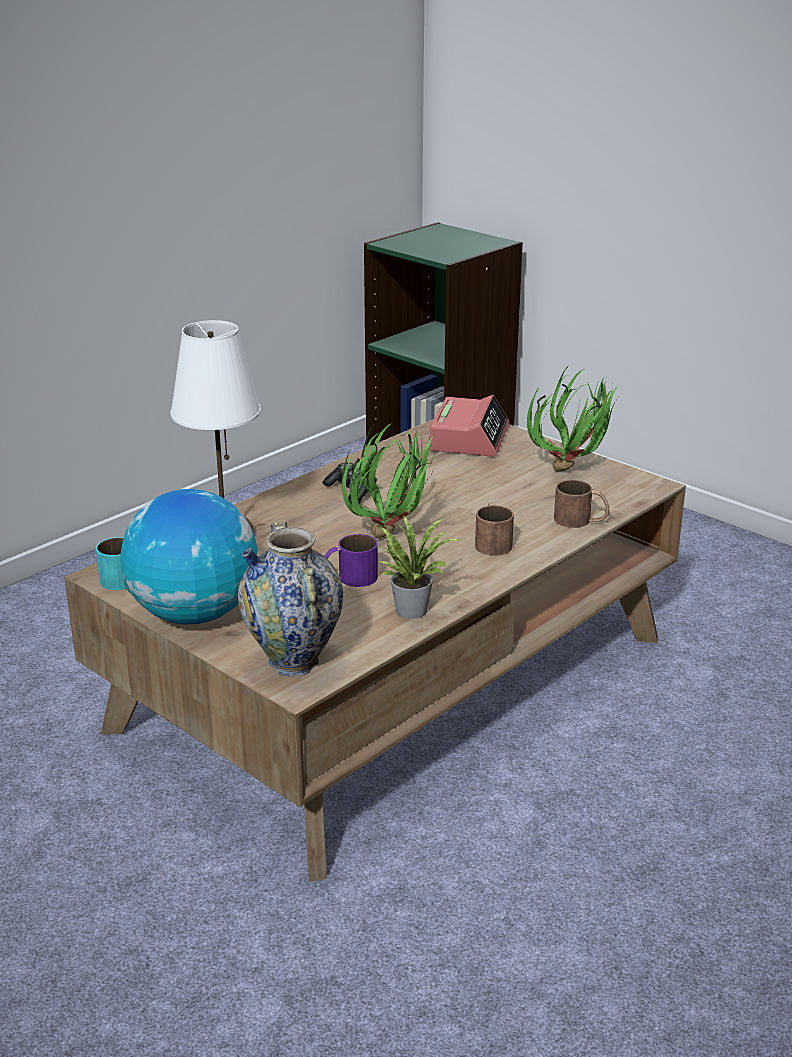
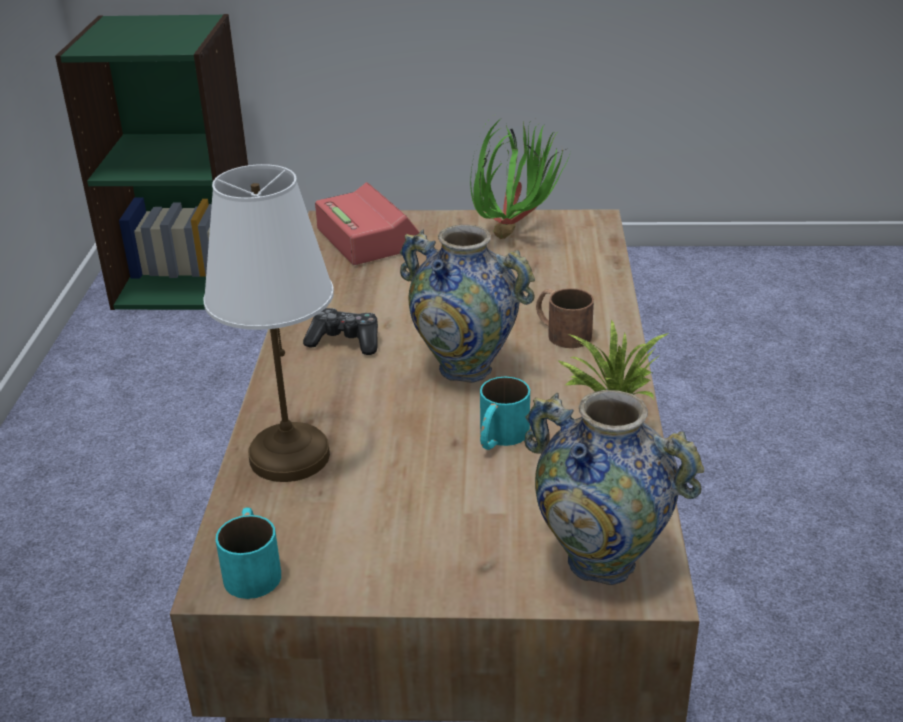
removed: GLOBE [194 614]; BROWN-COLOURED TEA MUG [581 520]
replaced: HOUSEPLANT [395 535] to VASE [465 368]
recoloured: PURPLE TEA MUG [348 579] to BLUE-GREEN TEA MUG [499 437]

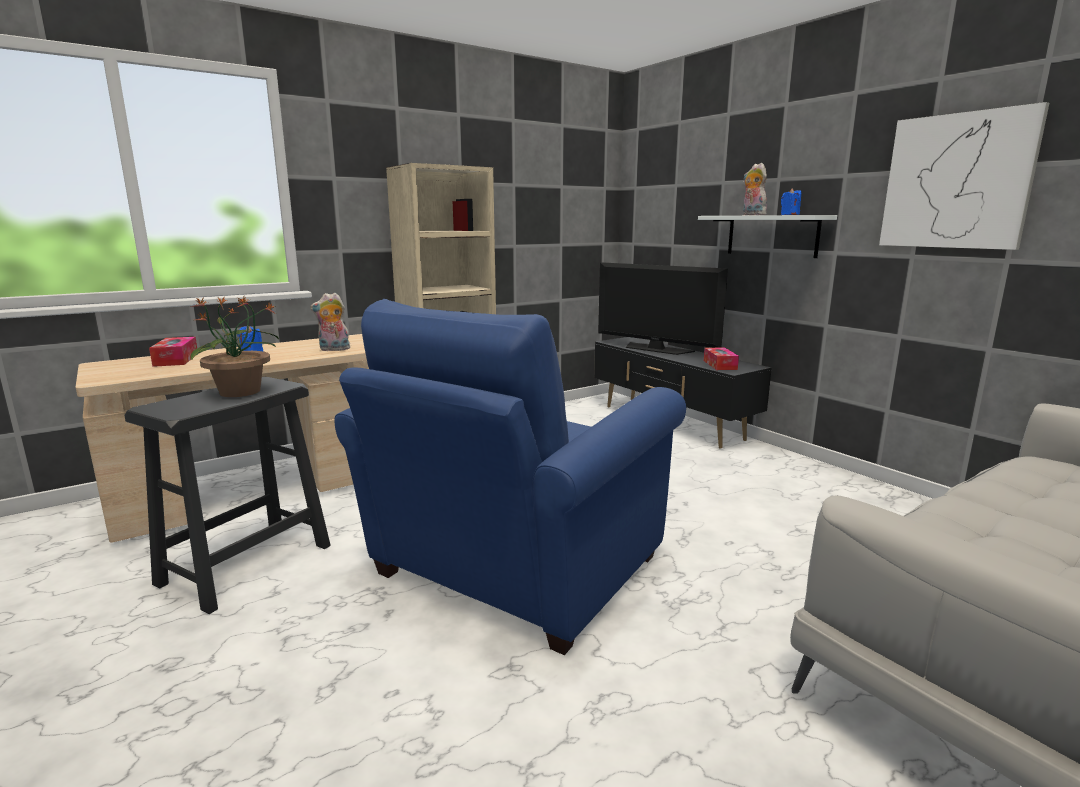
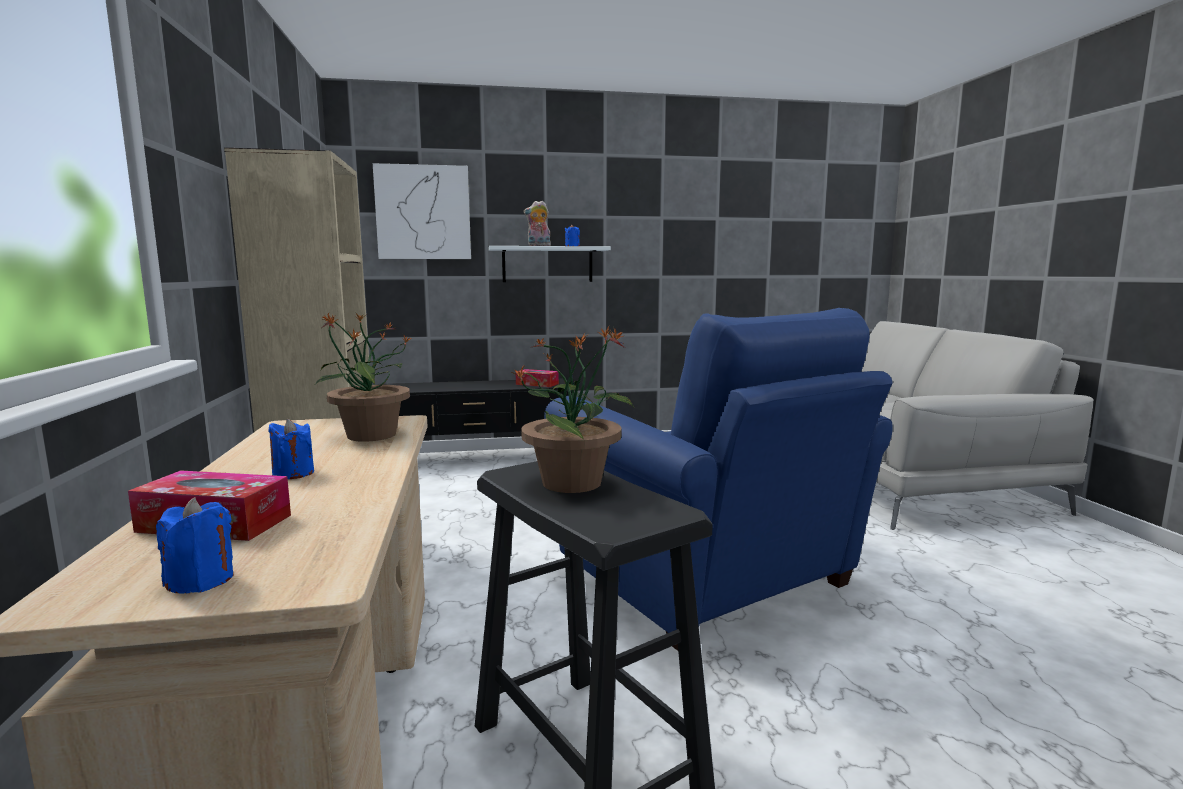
removed: TV [656 349]
added: BLUE-COLOURED CANDLE [200 580]
moved: PICTURE [956 181] to [423 212]
replaced: PLUSH TOY [334 349] to HOUSEPLANT [370 435]

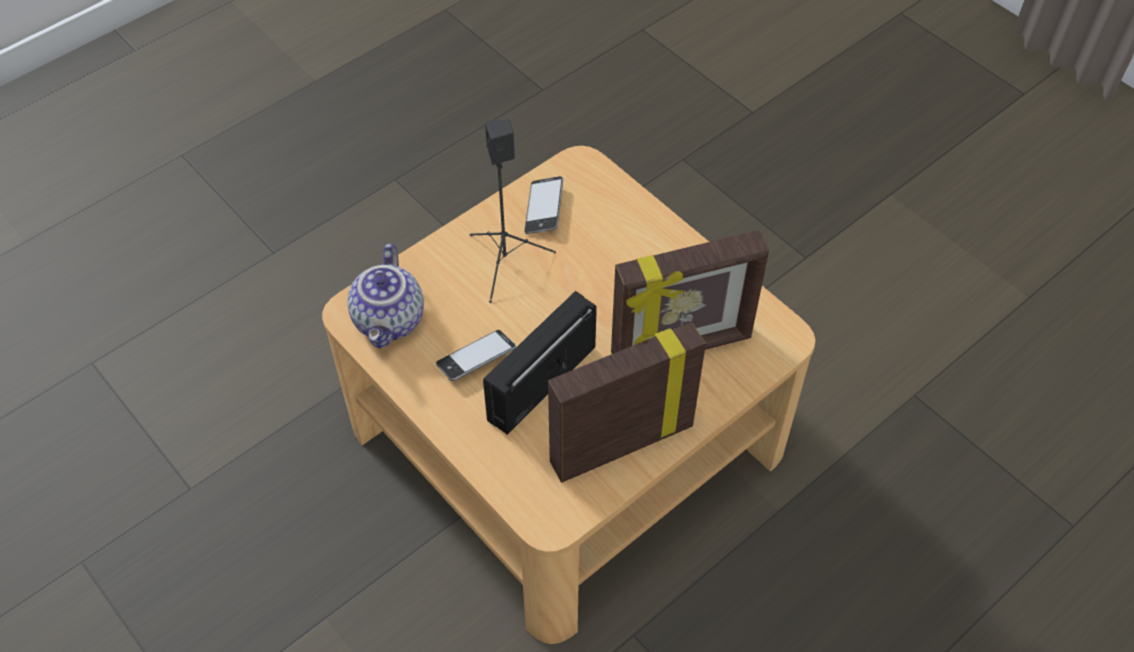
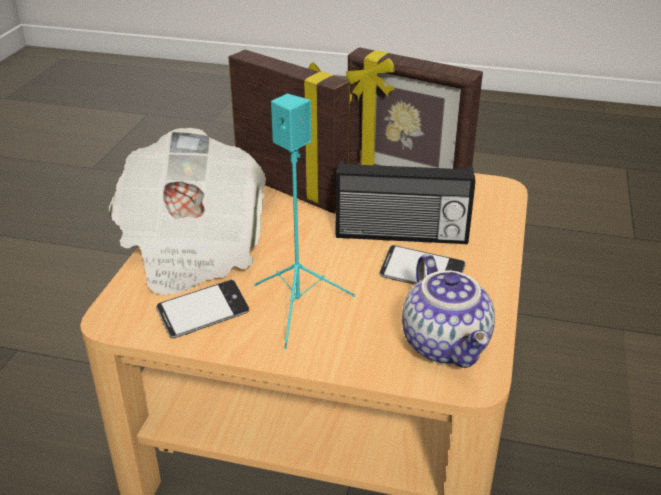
added: DAILY PAPER [191 246]
recoloured: BLACK SPEAKER [505 263] to BLUE-GREEN SPEAKER [299 307]
turned: POT FOR TEA [391 321] = [447 345] 105 degrees clockwise

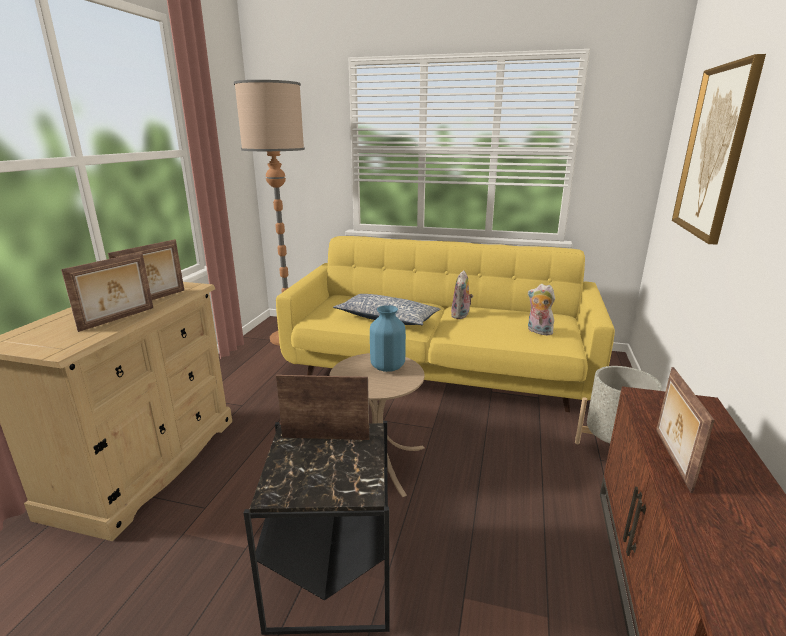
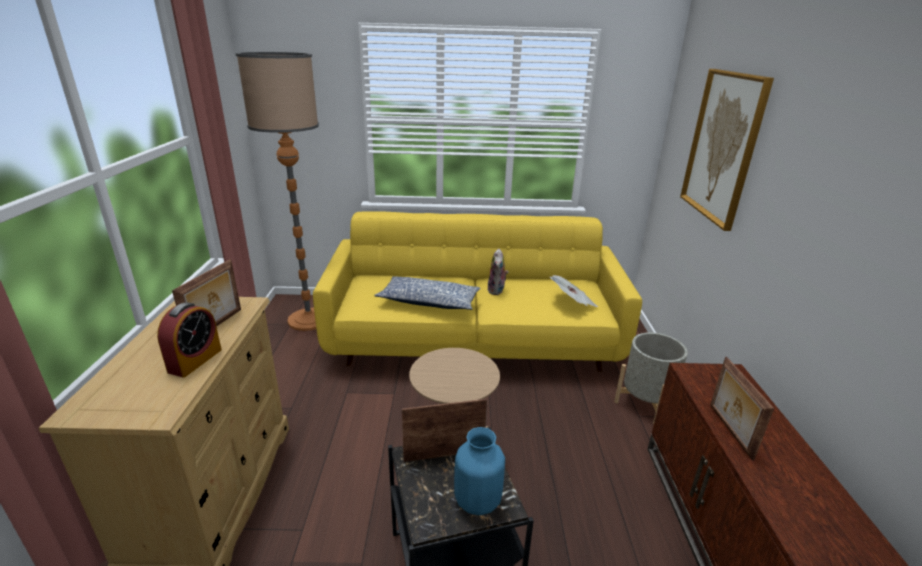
moved: BLUE-COLOURED VASE [387 367] to [477 501]
replaced: PICTURE FRAME [118 319] to TABLE CLOCK [195 360]; PLUSH TOY [538 331] to DAILY PAPER [572 303]

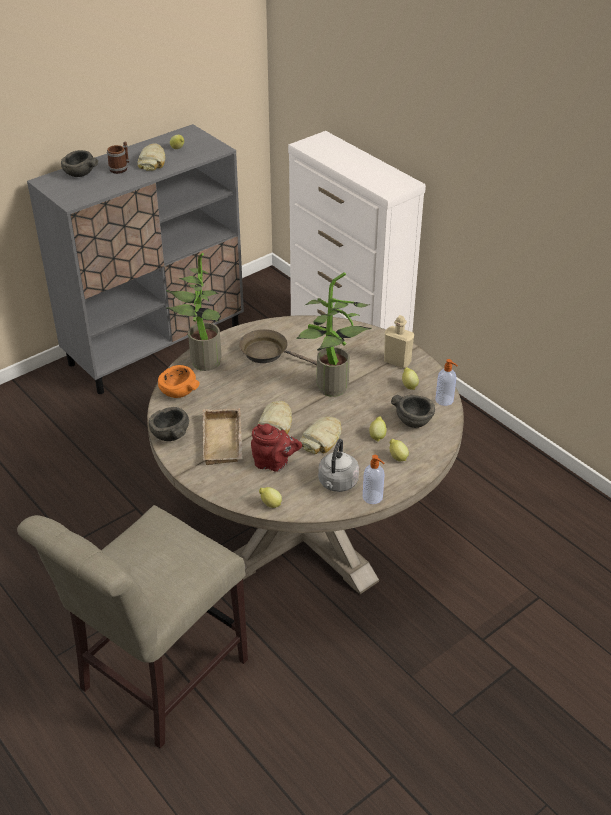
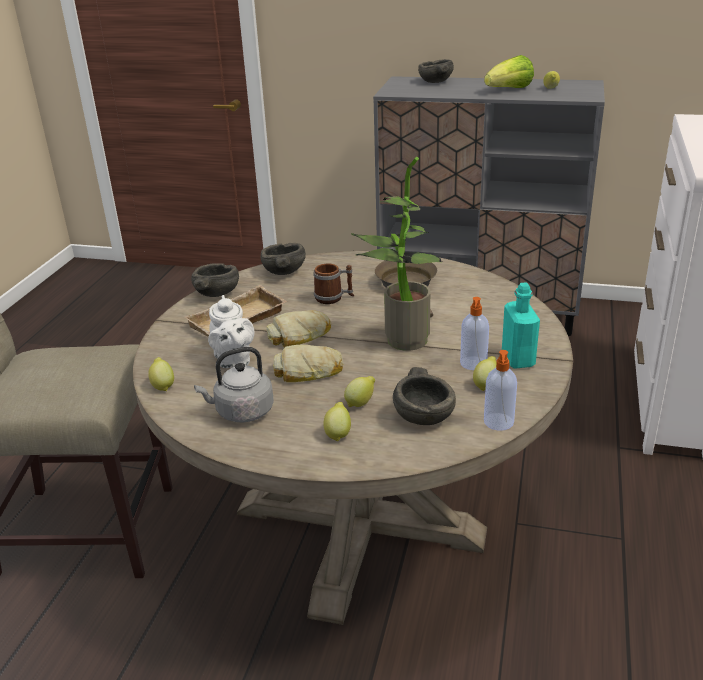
removed: HOUSEPLANT [201 362]
moved: TEA MUG [120 168] to [334 298]; SOAP DISPENSER [373 497] to [473 364]
replaced: BAKED BREAD [153 161] to LETTUCE [509 90]
recoloured: REDDISH POT FOR TEA [274 463] to WHITISH POT FOR TEA [233 360]; ORANGE-COLOURED SERVING BOWL [178 392] to GREYISH SERVING BOWL [283 271]; BEIGE BOTTLE [397 361] to BLUE-GREEN BOTTLE [518 359]

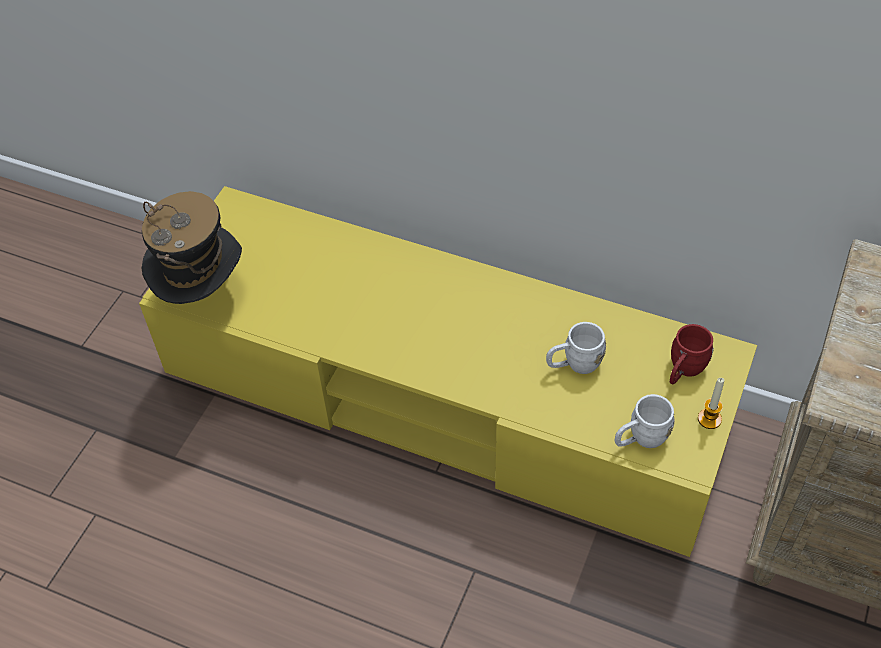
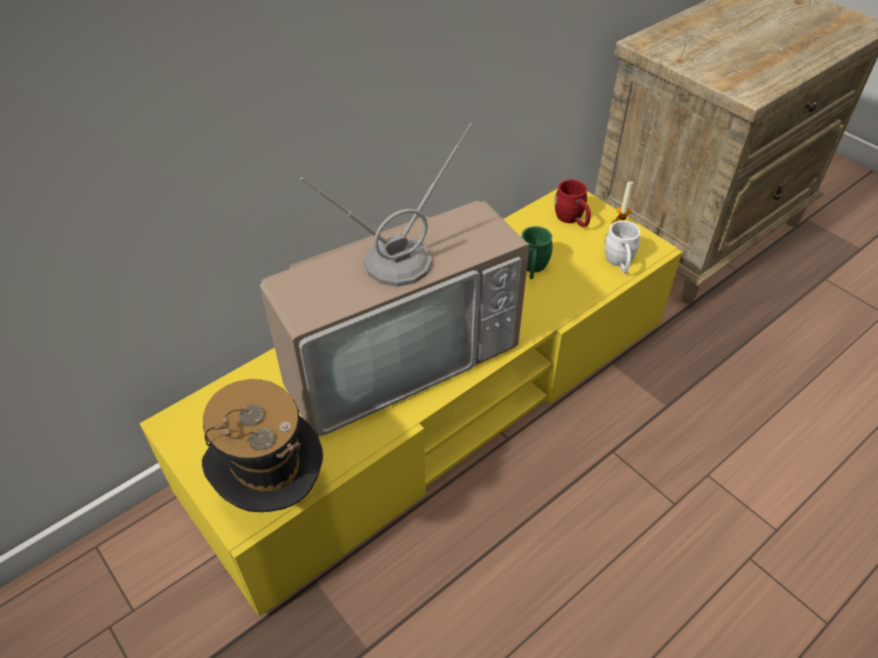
added: TV [397 353]
recoloured: WHITISH TEA MUG [574 364] to GREEN TEA MUG [532 269]

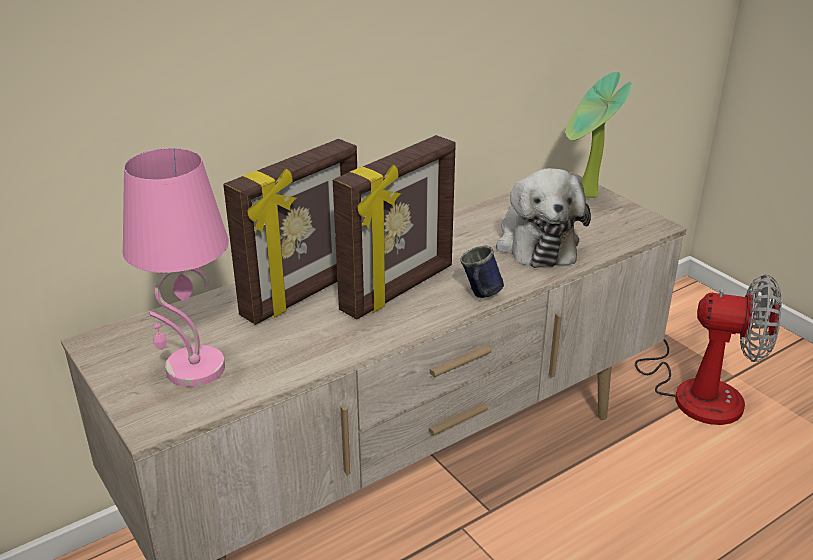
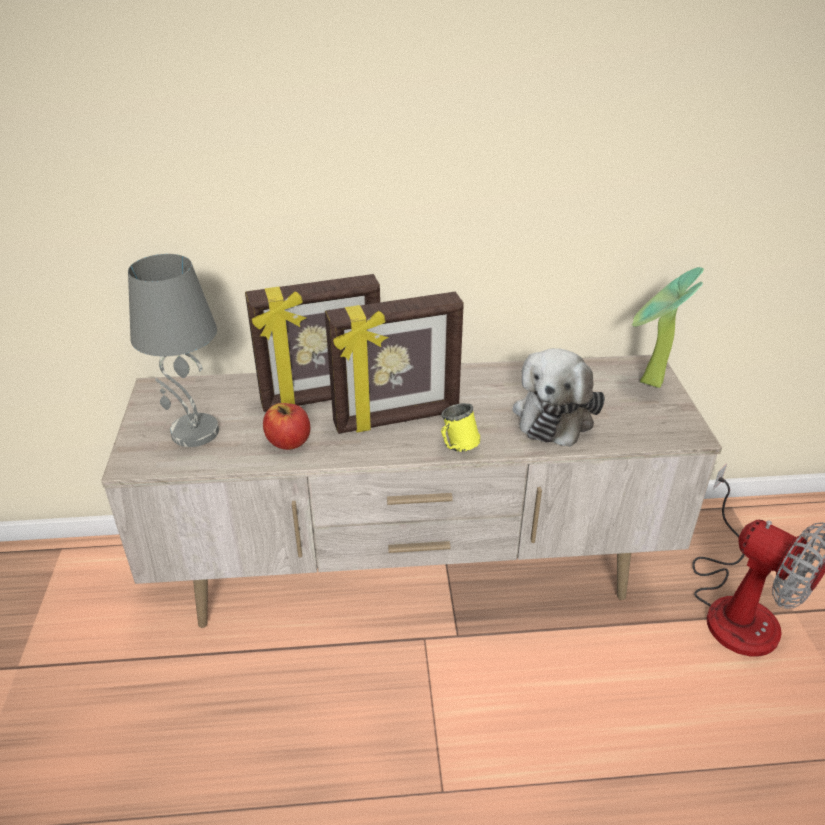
added: APPLE FRUIT [289 442]
recoloured: PINK-COLOURED TABLE LAMP [194 370] to GREYISH TABLE LAMP [193 432]; BLUE-COLOURED TEA MUG [480 295] to YELLOWISH TEA MUG [457 447]

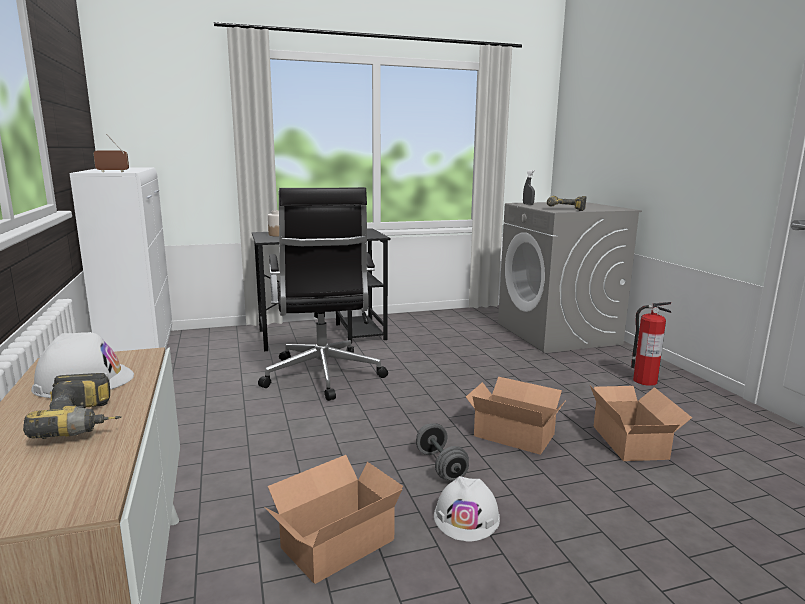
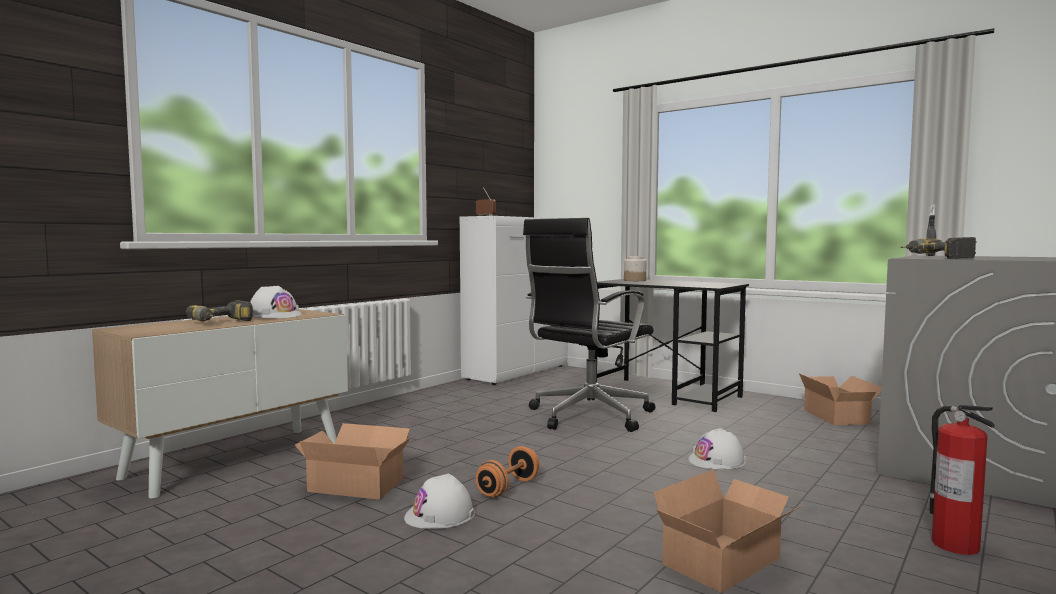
added: WHITISH SAFETY HELMET [717 461]
moved: PACKING BOX [513 433] to [837 416]
recoloured: GREYISH HAND WEIGHT [441 466] to ORANGE-COLOURED HAND WEIGHT [508 488]

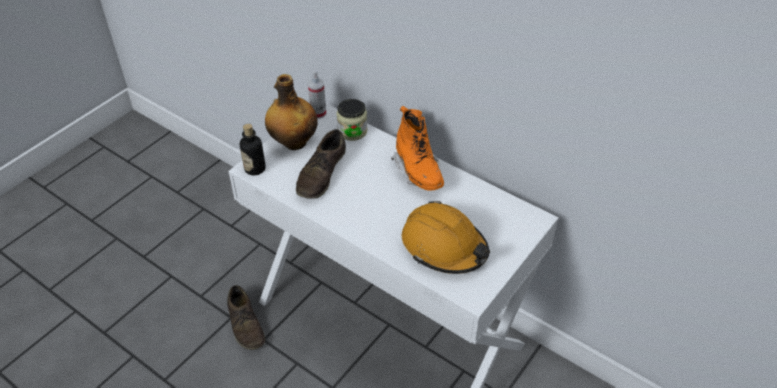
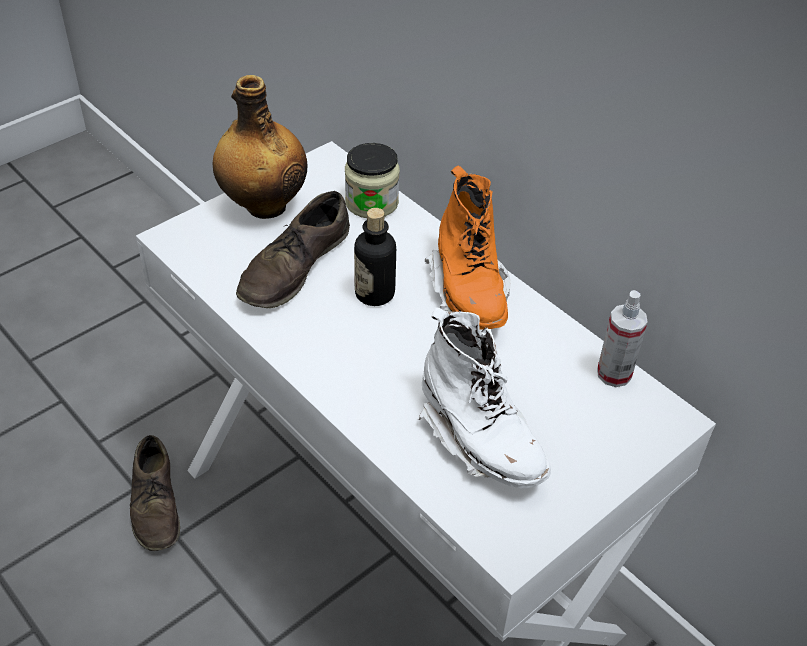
moved: BOTTLE [255 168] to [374 293]; SPRAYER [318 113] to [614 374]
replaced: ORANGE-COLOURED SAFETY HELMET [444 246] to WHITISH BOOT [479 440]

